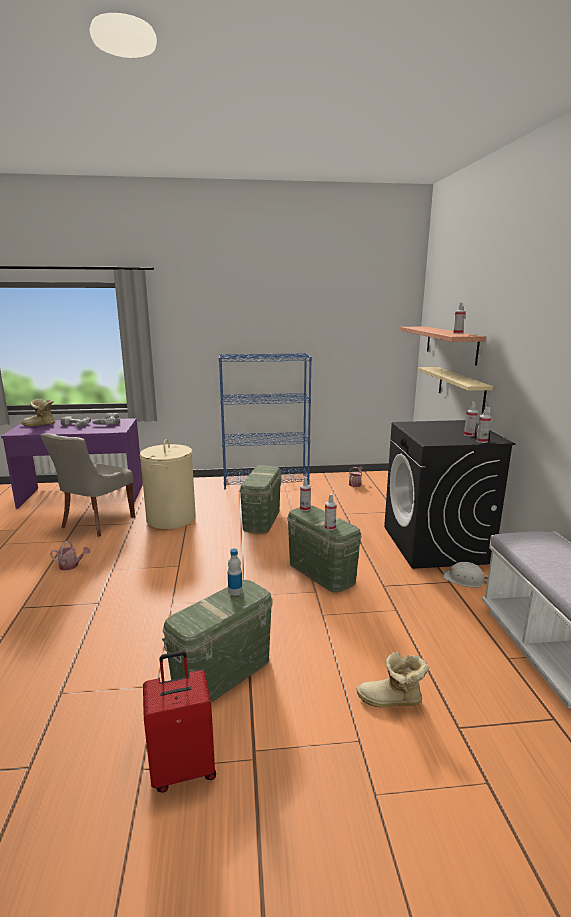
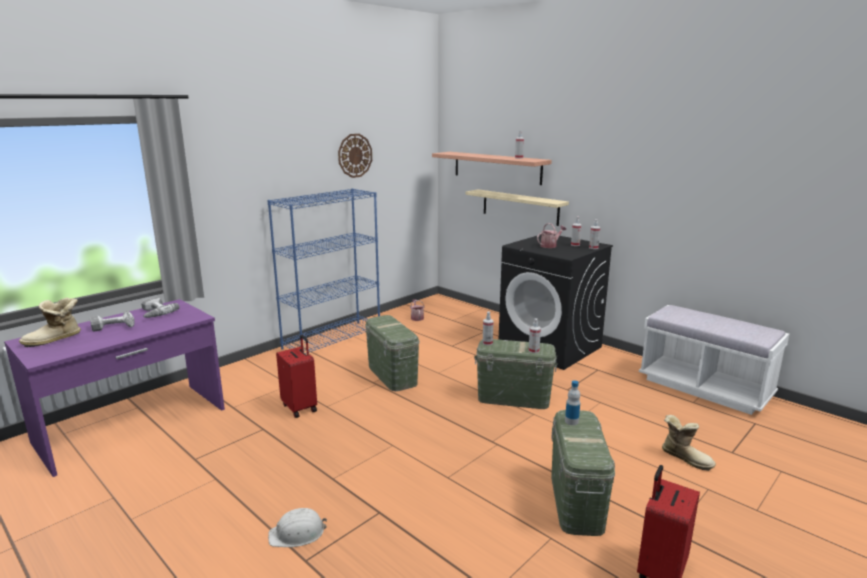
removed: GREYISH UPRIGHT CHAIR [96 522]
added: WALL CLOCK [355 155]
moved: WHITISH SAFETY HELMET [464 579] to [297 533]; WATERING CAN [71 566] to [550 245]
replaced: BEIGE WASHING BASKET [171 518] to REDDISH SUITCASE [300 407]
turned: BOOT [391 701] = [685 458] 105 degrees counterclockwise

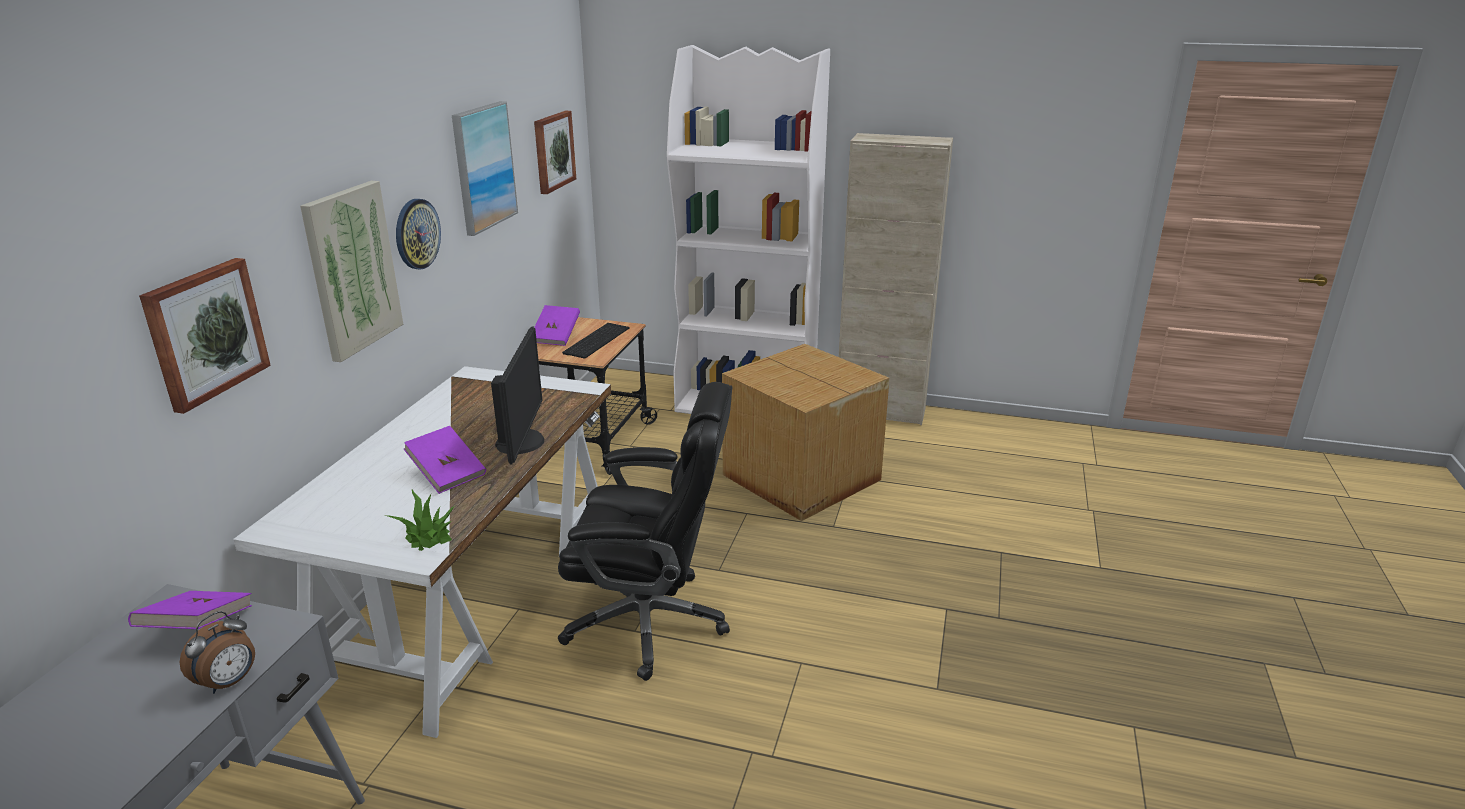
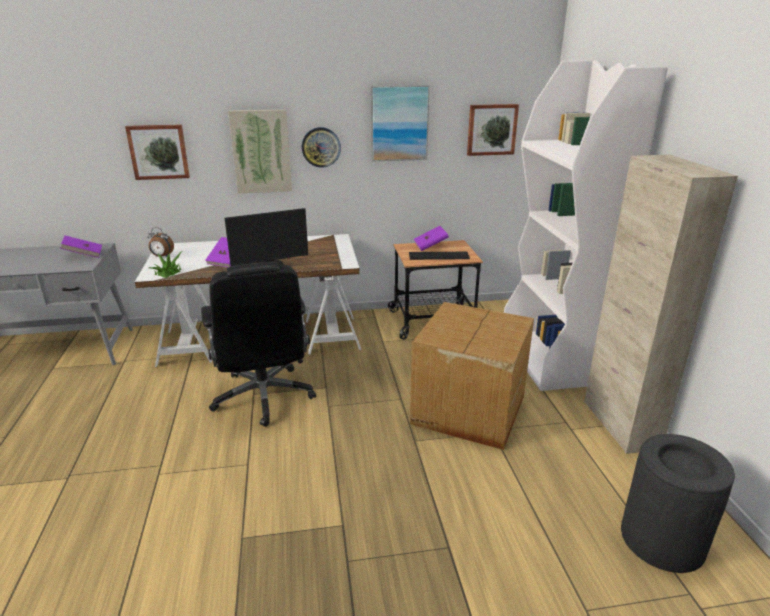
added: BLACK RUBBISH BIN [661 539]
moved: TABLE CLOCK [229 682] to [162 256]

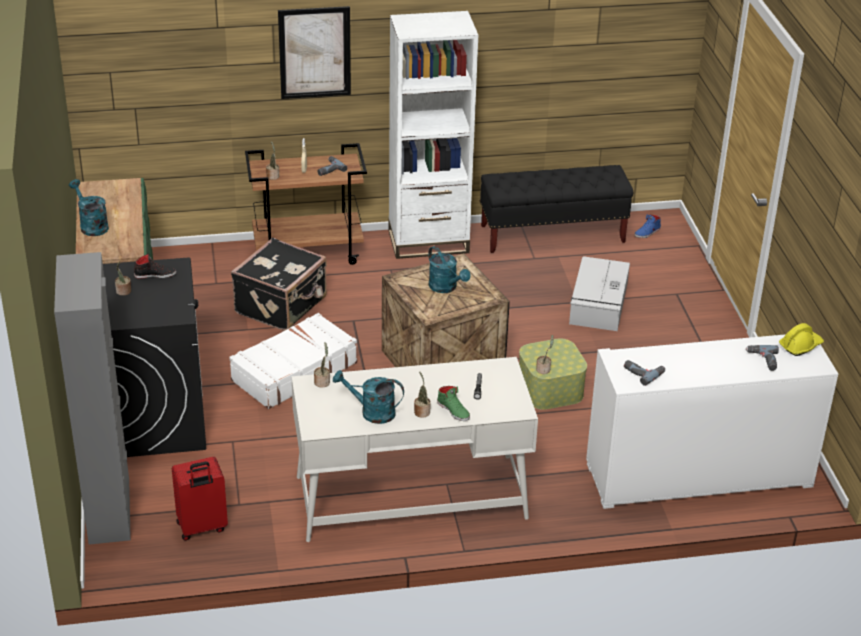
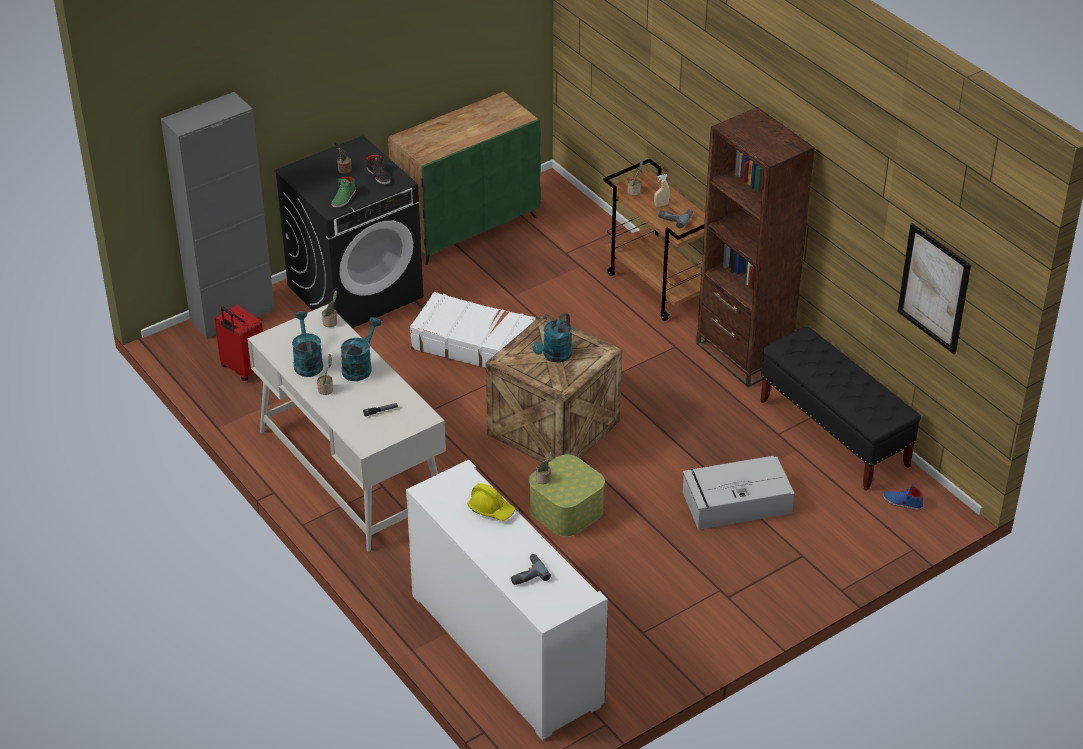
removed: BLACK SUITCASE [282 305]; DRILL [643 372]
moved: GREEN SHOE [453 410] to [344 198]; BLUE-GREEN WATERING CAN [91 225] to [359 367]; YELLOWISH SAFETY HELMET [800 346] to [491 509]; PICTURE [314 52] to [934 288]
recoloured: WHITISH BOOKCASE [428 242] to BROWN-COLOURED BOOKCASE [743 354]

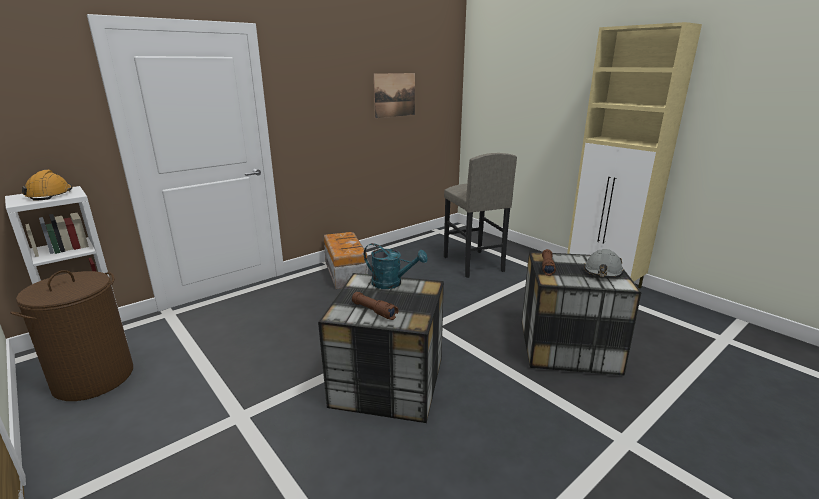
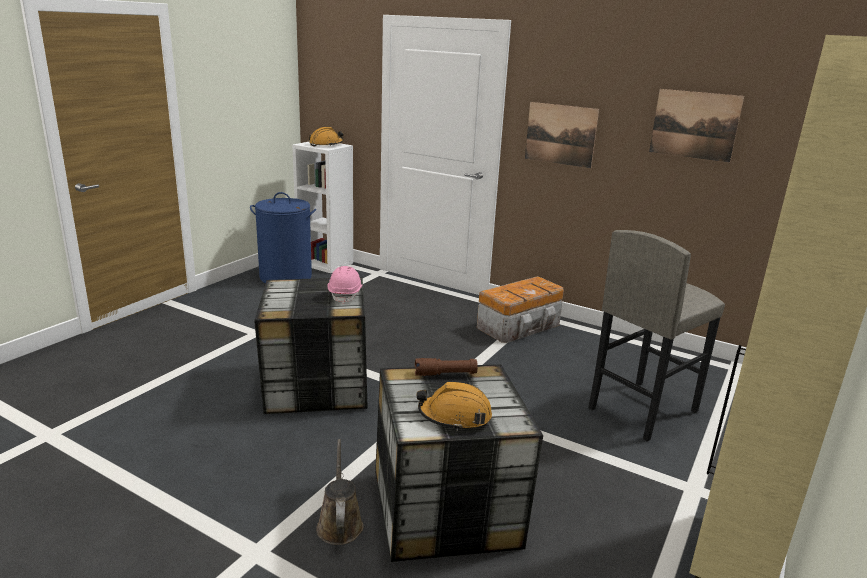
removed: BROWN-COLOURED TORCH [374 311]
added: BROWN-COLOURED WATERING CAN [339 524]; PICTURE [560 134]
replaced: BLUE-GREEN WATERING CAN [392 283] to PINK-COLOURED SAFETY HELMET [345 294]
recoloured: BROWN-COLOURED WASHING BASKET [94 378] to BLUE-COLOURED WASHING BASKET [286 277]; GREYISH SAFETY HELMET [602 272] to ORANGE-COLOURED SAFETY HELMET [455 416]

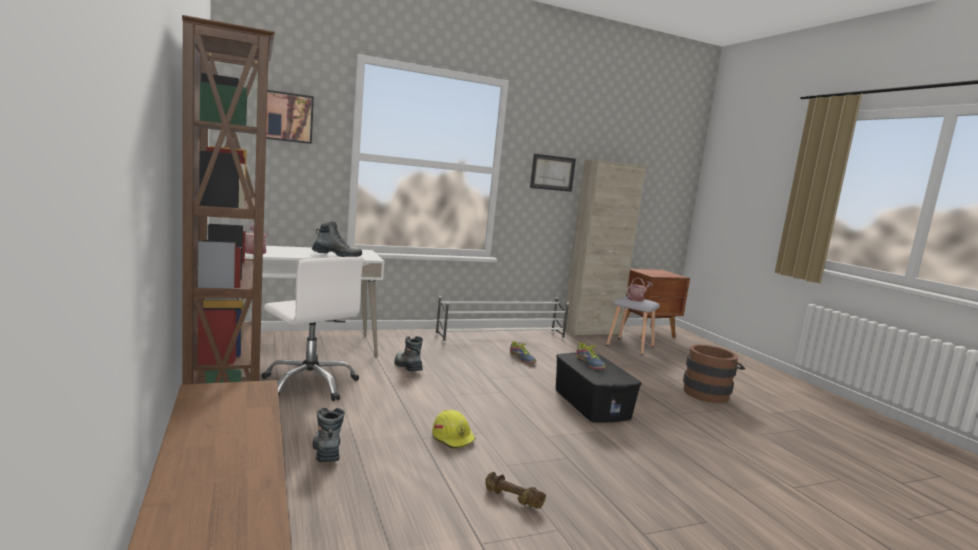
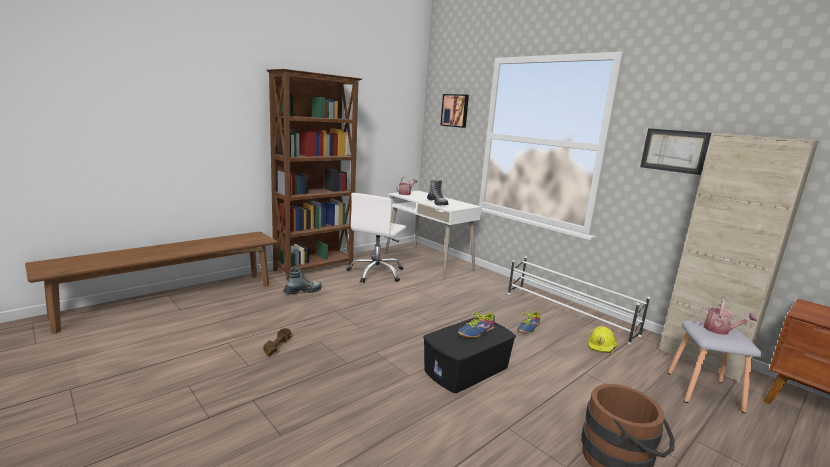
removed: BOOT [407 367]
moved: YELLOWISH SAFETY HELMET [453 437] to [601 346]

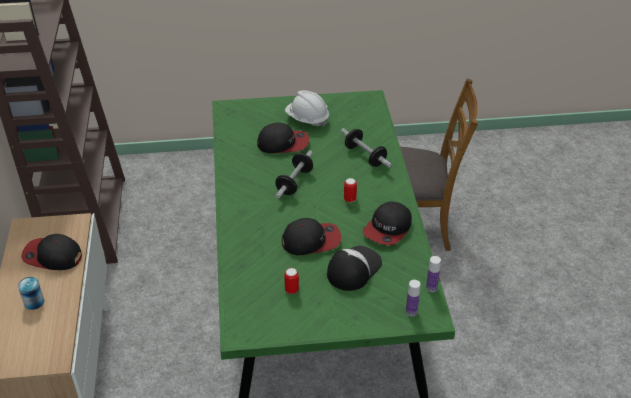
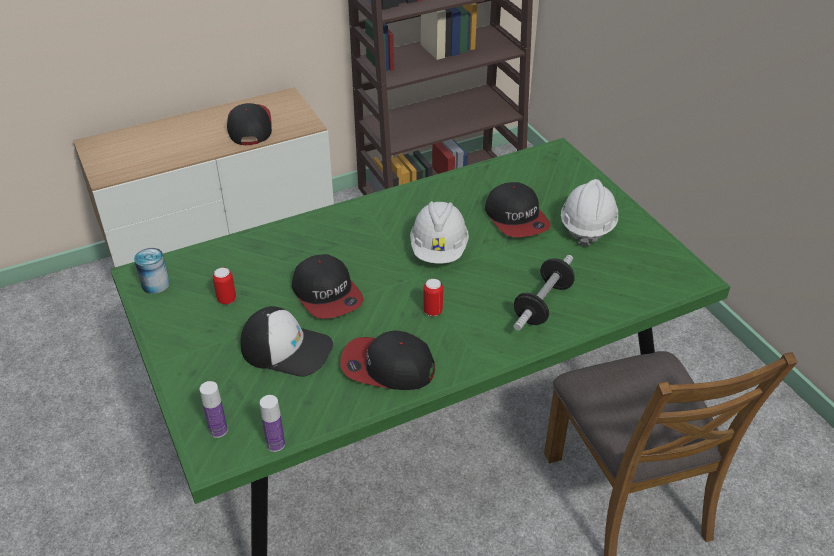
moved: SEALED CAN [34 302] to [155 284]
replaced: HAND WEIGHT [294 182] to WHITISH SAFETY HELMET [439 249]

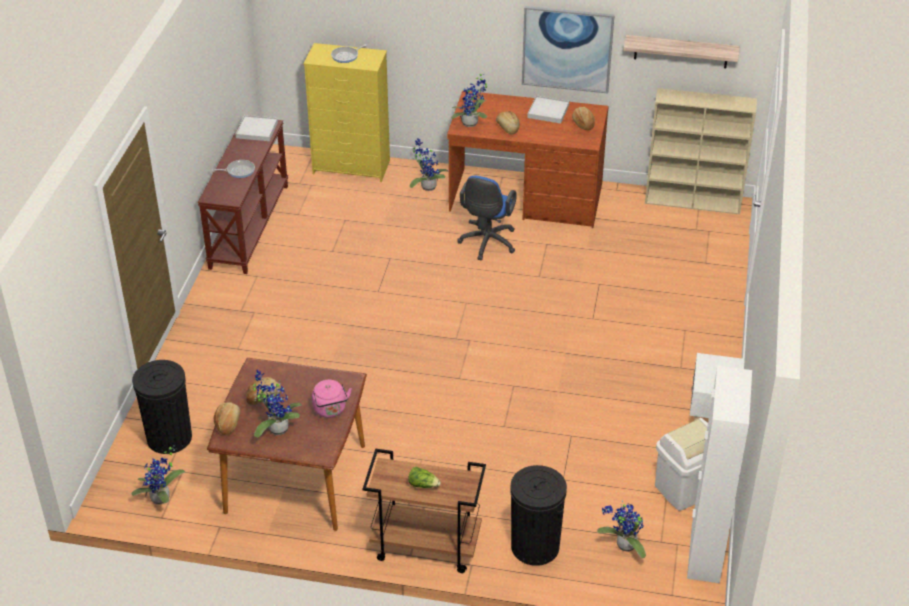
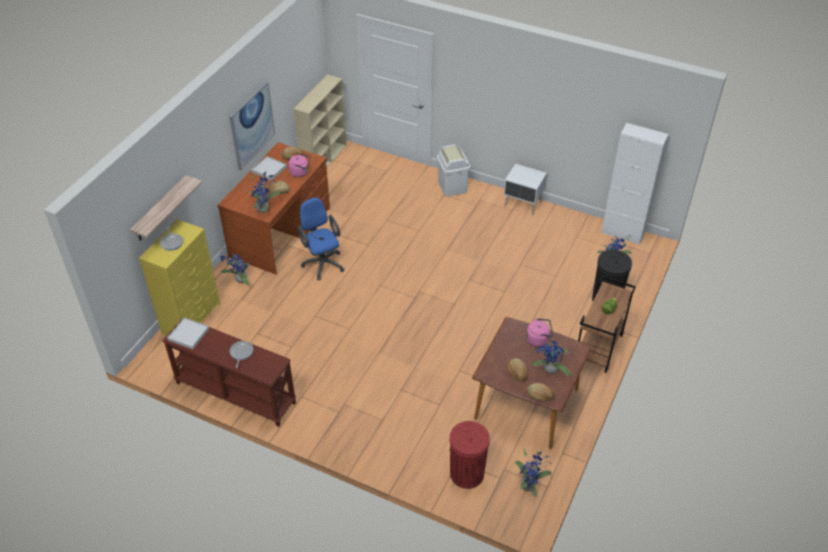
added: PINK-COLOURED WATER KETTLE [300 172]
moved: WALL SHELF [681 51] to [160 209]; WHITISH RUBBISH BIN [684 489] to [452 187]
recoloured: BLACK RUBBISH BIN [169 437] to REDDISH RUBBISH BIN [467 473]
turned: BLUE-COLOURED OFFICE CHAIR [487 244] = [322 262] 150 degrees counterclockwise

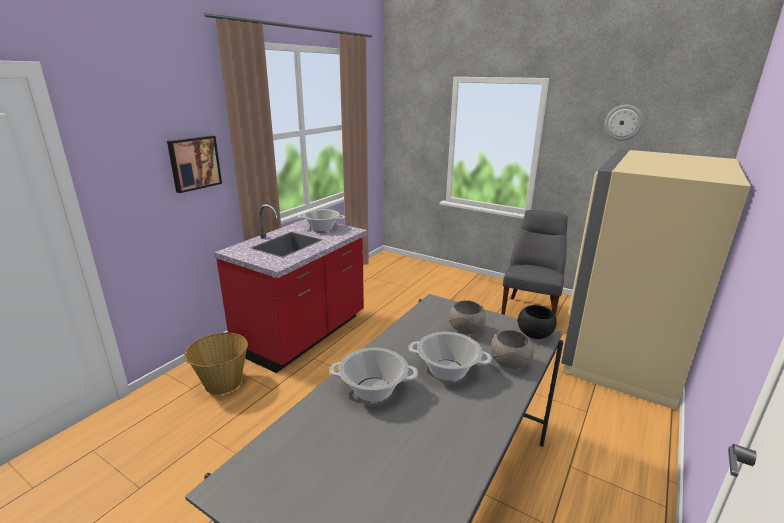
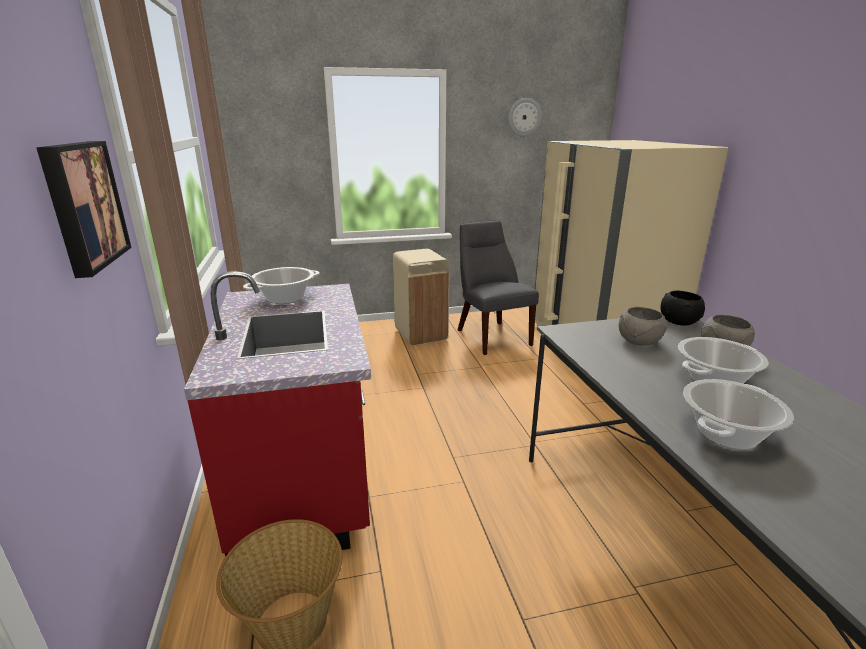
added: BEIGE RUBBISH BIN [421 334]

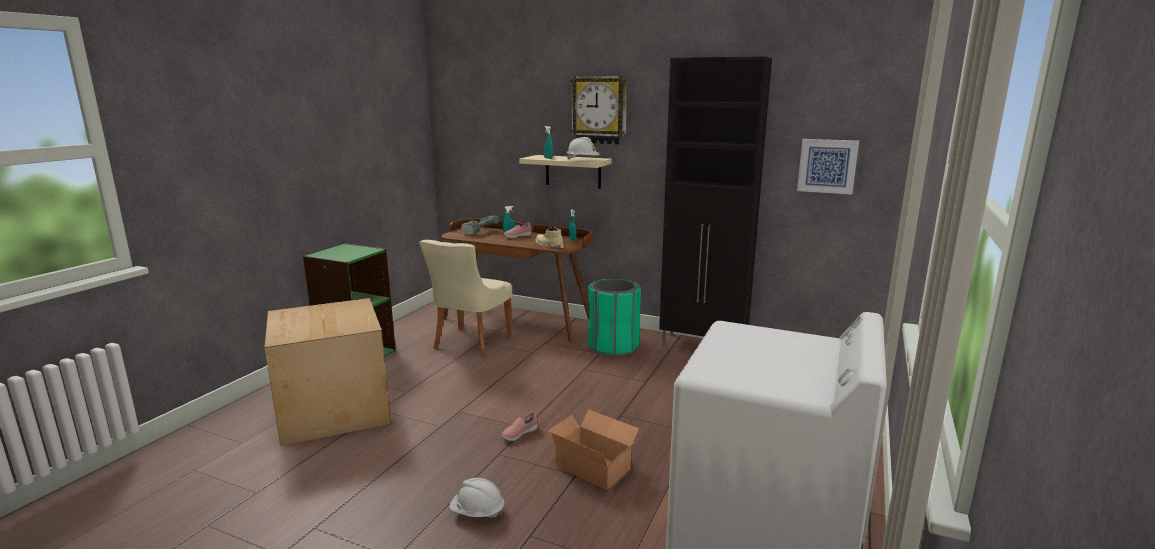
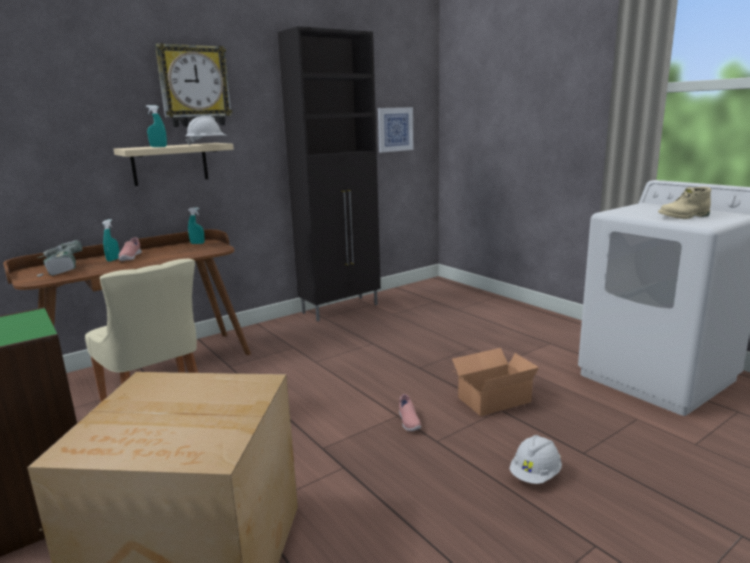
removed: GREEN RUBBISH BIN [613 346]
moved: BEIGE BOOT [548 245] to [684 216]

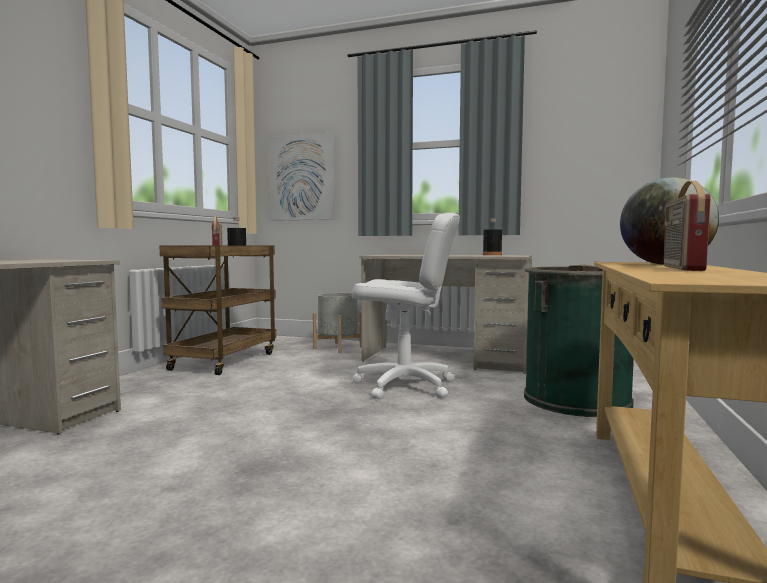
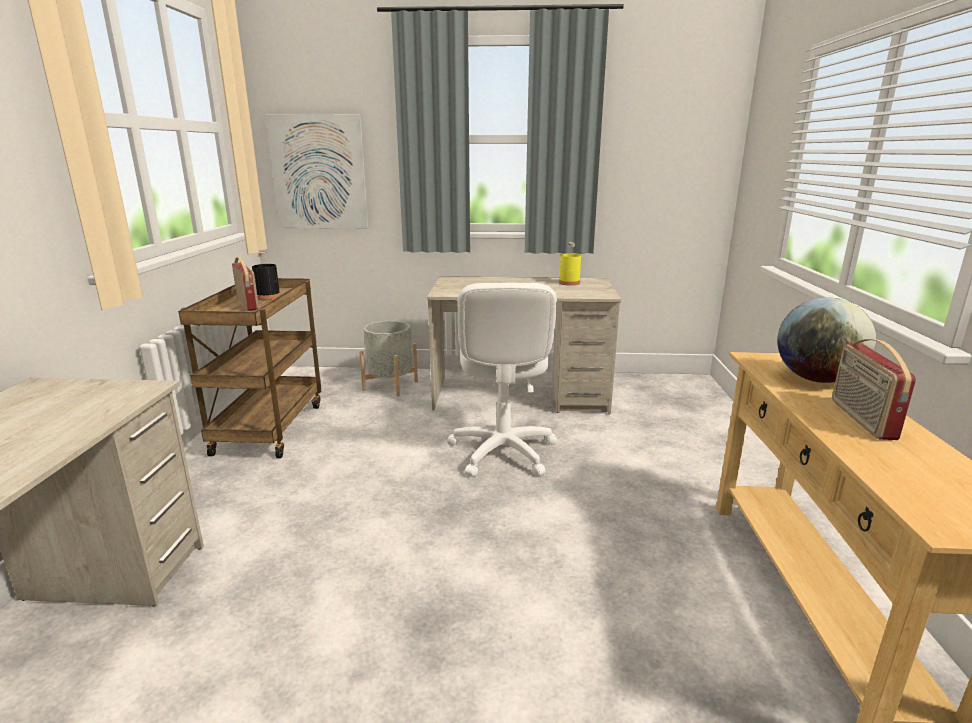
removed: GREEN RUBBISH BIN [576 400]
recoloured: BLACK BOTTLE [492 255] to YELLOWISH BOTTLE [569 283]
turned: WHITISH OFFICE CHAIR [404 386] = [502 451] 90 degrees clockwise

